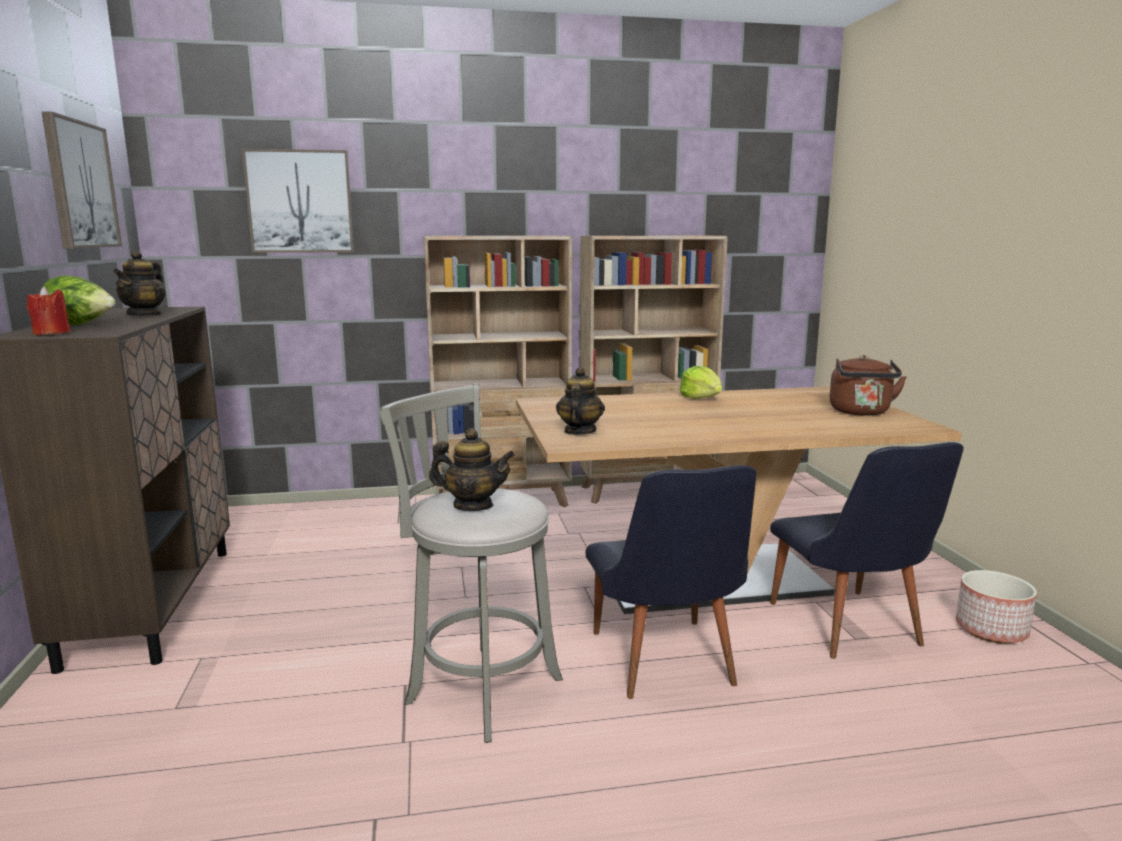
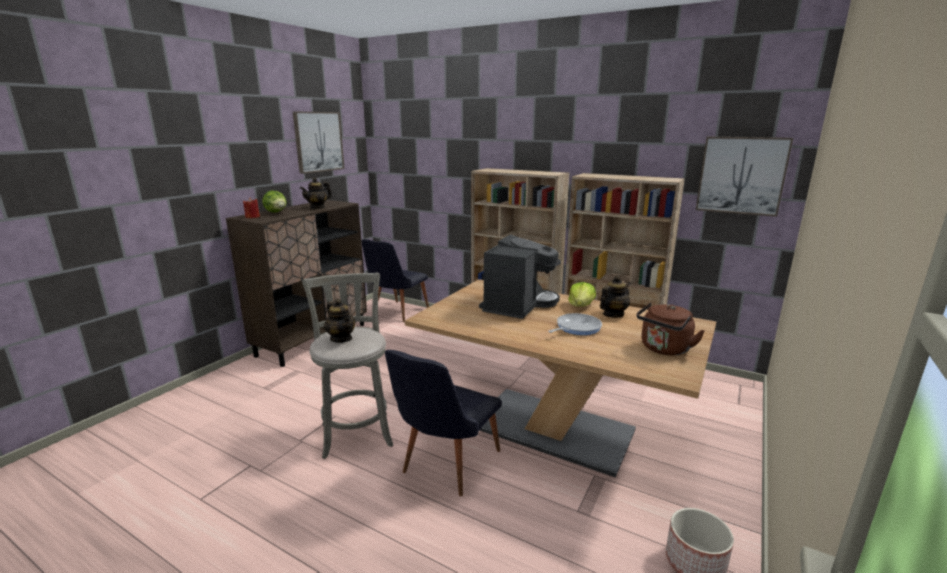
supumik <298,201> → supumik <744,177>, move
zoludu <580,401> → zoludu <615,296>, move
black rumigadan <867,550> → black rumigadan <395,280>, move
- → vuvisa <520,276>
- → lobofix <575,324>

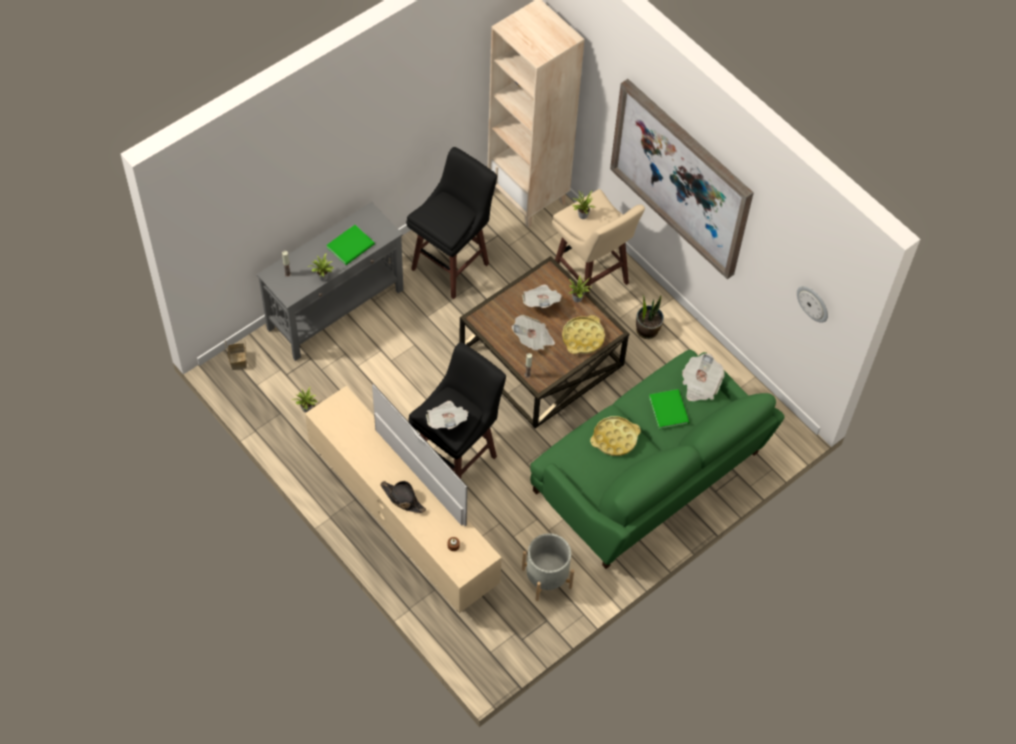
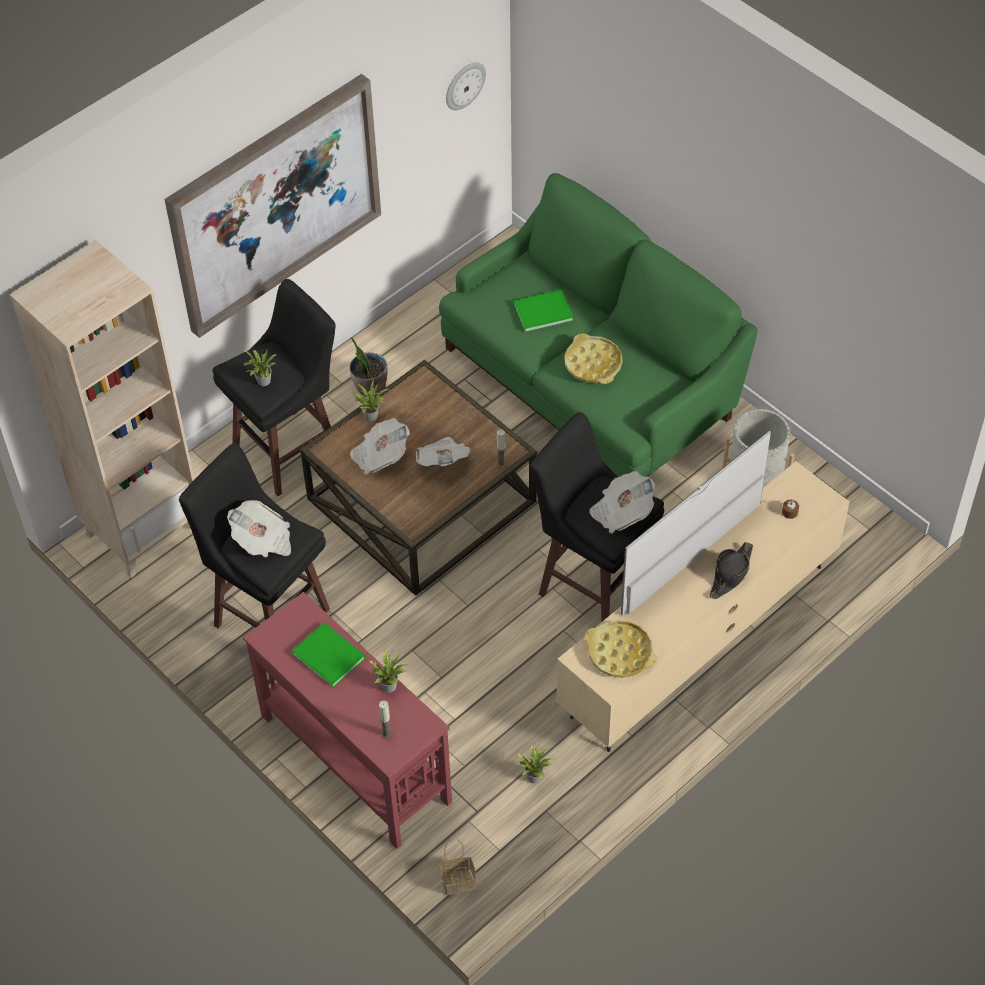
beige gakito <598,241> → black gakito <274,387>
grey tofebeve <330,281> → red tofebeve <347,720>
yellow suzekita <583,334> → yellow suzekita <620,649>, move
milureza <703,377> → milureza <259,528>, move

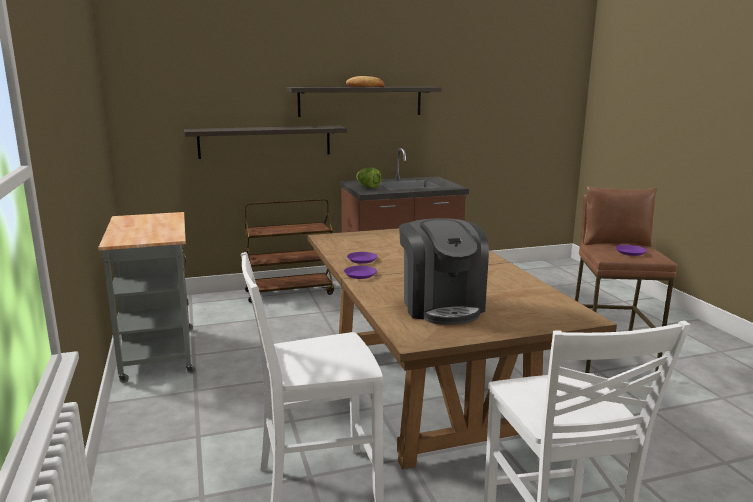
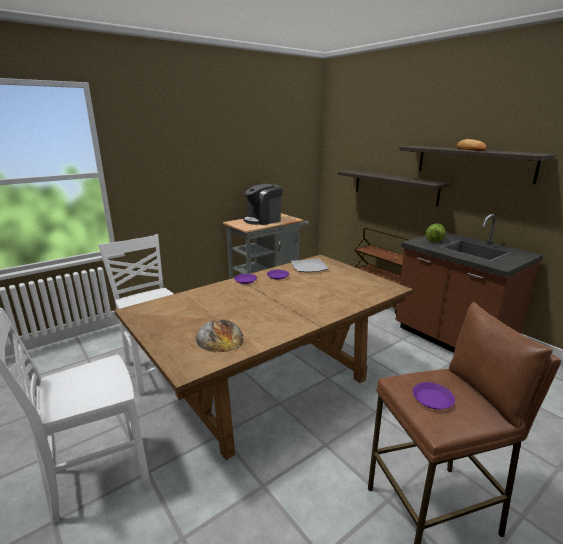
vuvisa <444,271> → vuvisa <263,204>, move
- → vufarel <310,265>
- → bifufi <219,336>

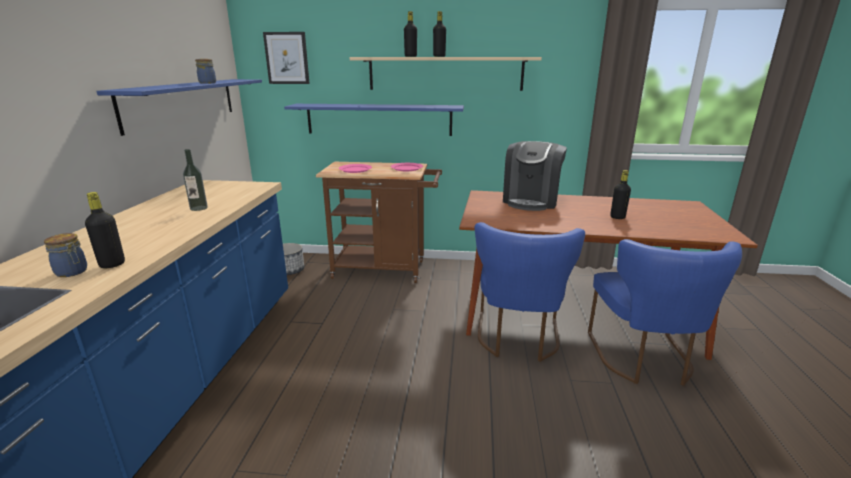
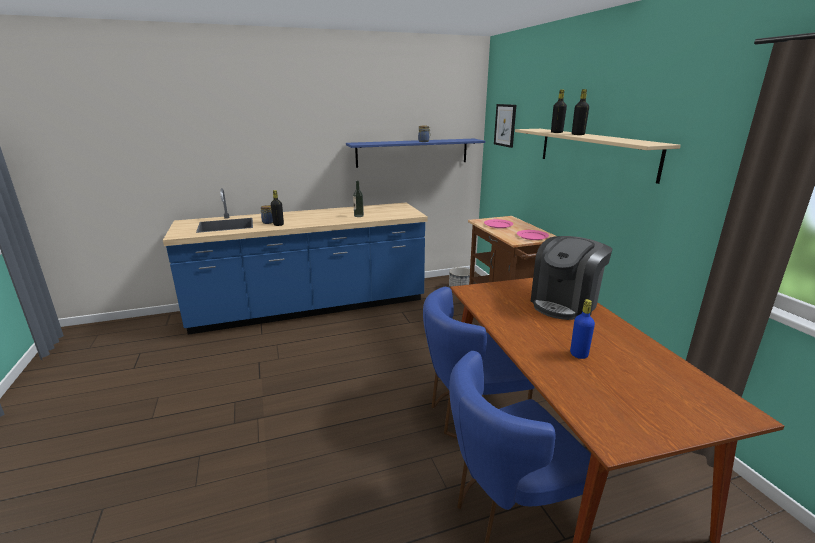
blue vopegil <374,120> → -
vuvisa <535,176> → vuvisa <572,278>, 45 degrees counterclockwise
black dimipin <620,194> → blue dimipin <582,329>

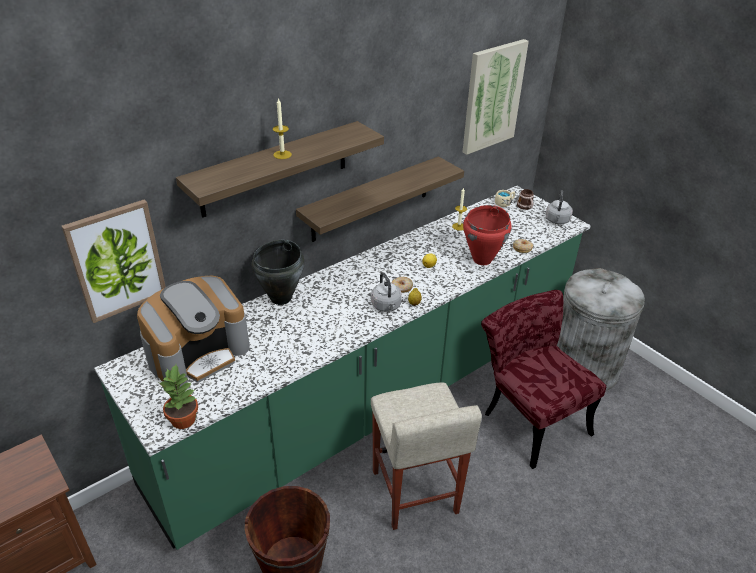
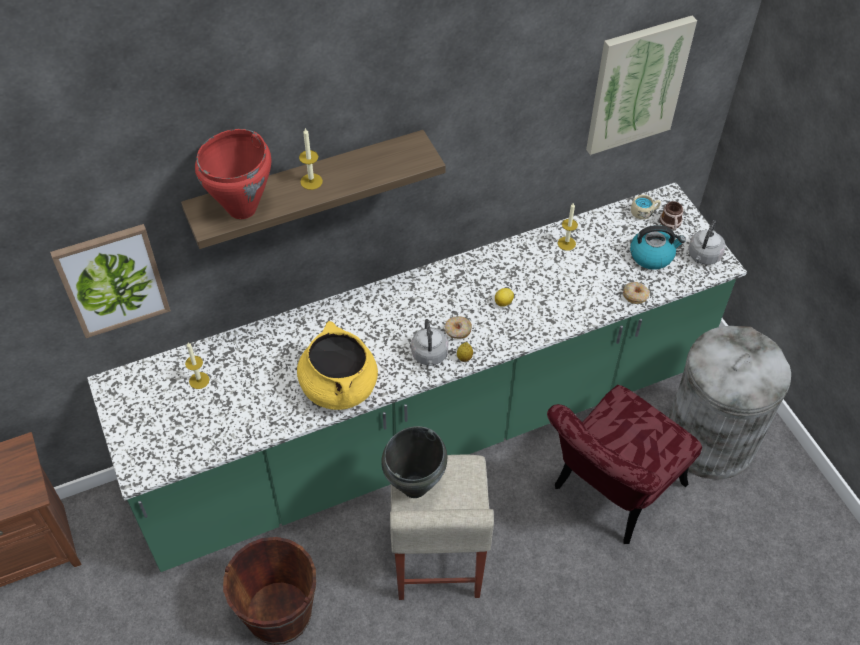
vopegil <380,199> → -
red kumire <487,235> → red kumire <233,174>, move
black kumire <278,272> → black kumire <414,462>, move
vuvisa <193,331> → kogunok <197,365>
red rumigadan <543,379> → red rumigadan <624,464>, 120 degrees counterclockwise
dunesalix <178,397> → -
- → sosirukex <658,247>
- → yellow kumire <337,365>

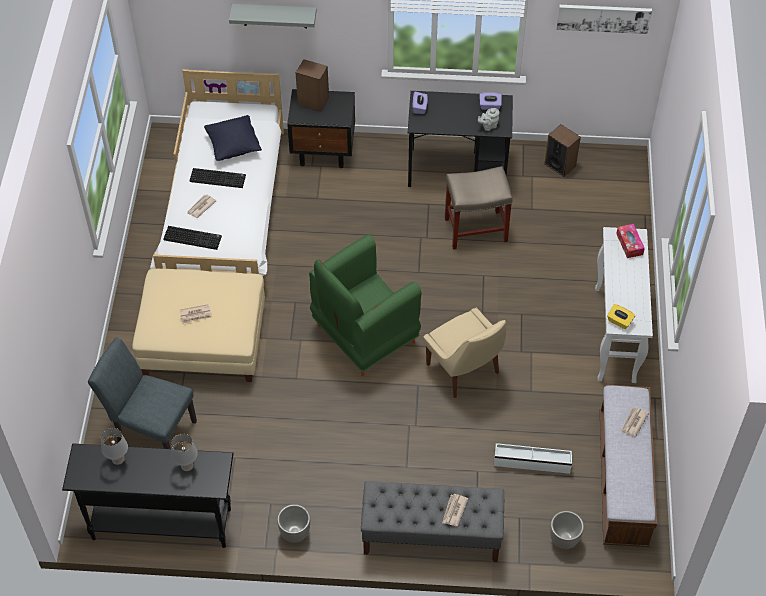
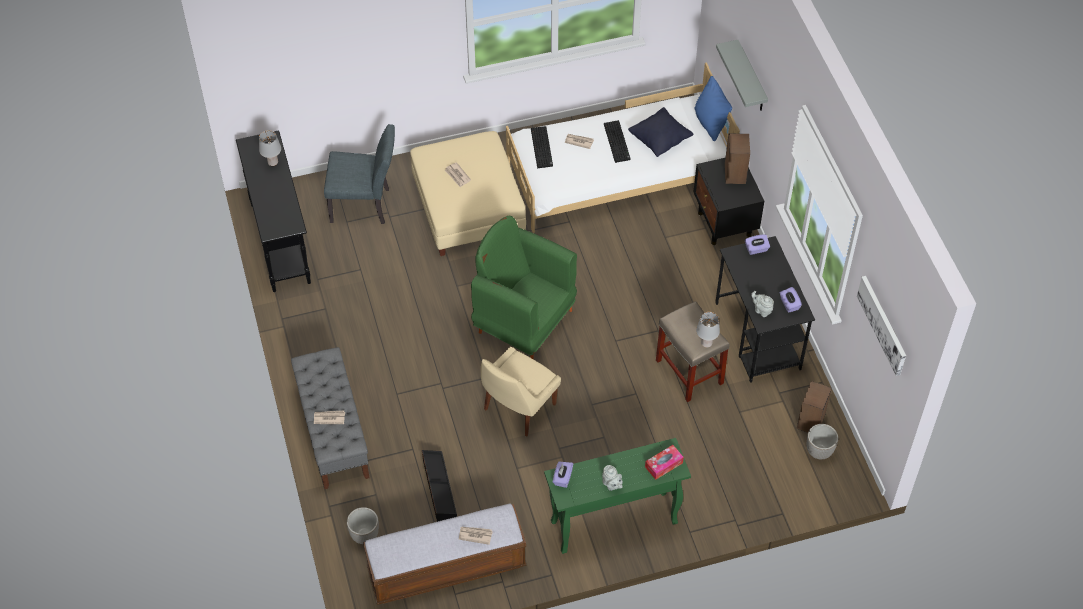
white tofebeve <624,305> → green tofebeve <617,496>
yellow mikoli <621,316> → purple mikoli <563,475>
grey rumigadan <142,393> → grey rumigadan <359,174>, 90 degrees clockwise
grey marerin <184,452> → grey marerin <708,330>, move
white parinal <533,458> → black parinal <439,486>
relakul <293,523> → relakul <822,441>, move
- → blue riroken <713,108>
- → grey zoludu <612,478>

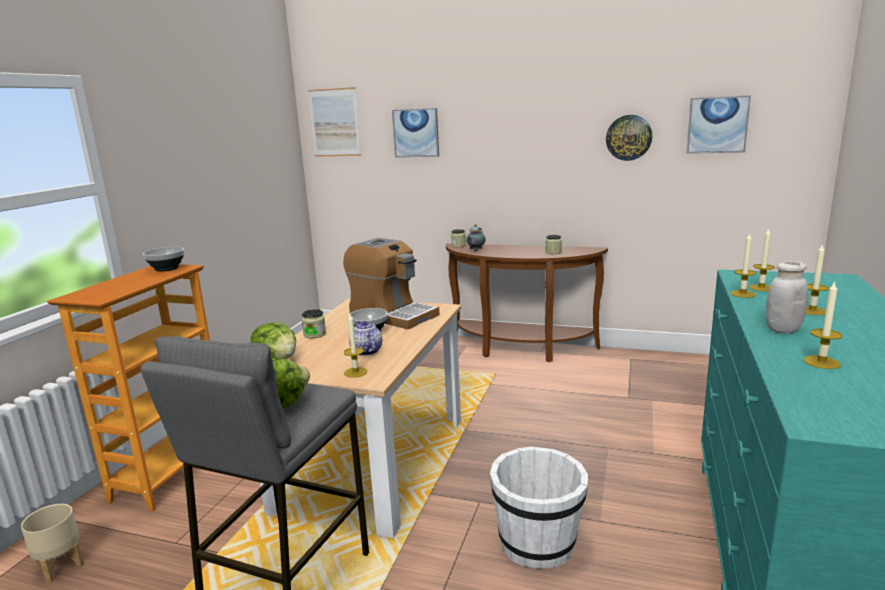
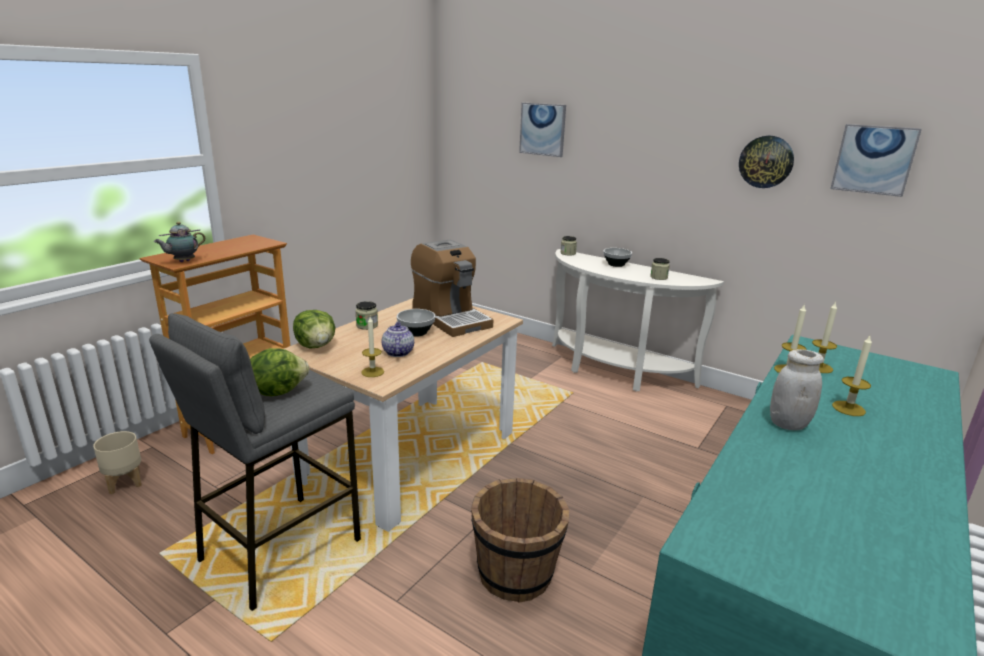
supumik <334,122> → -
zoludu <476,238> → zoludu <179,242>, move
brown tofebeve <527,303> → white tofebeve <638,320>
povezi <163,259> → povezi <617,257>, move
kogunok <823,325> → -
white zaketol <539,507> → brown zaketol <520,540>

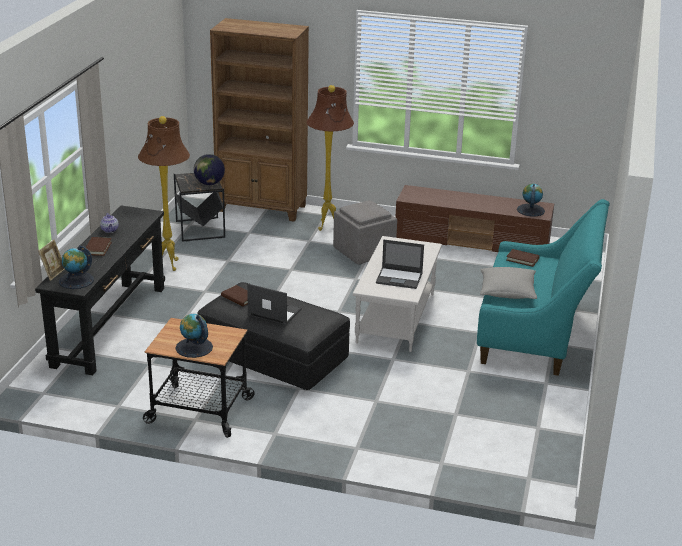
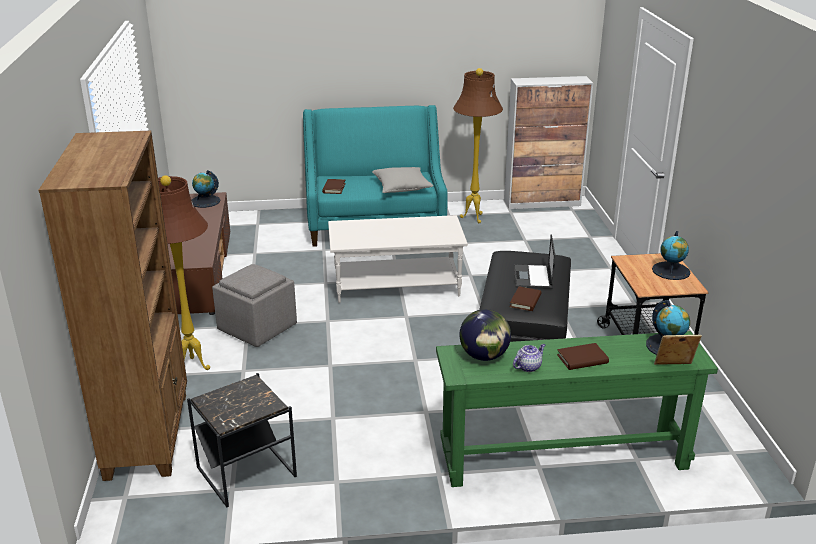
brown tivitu <164,193> → brown tivitu <478,146>, move
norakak <209,169> → norakak <485,335>, move
black tofebeve <100,290> → green tofebeve <577,409>
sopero <400,264> → -
- → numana <548,142>

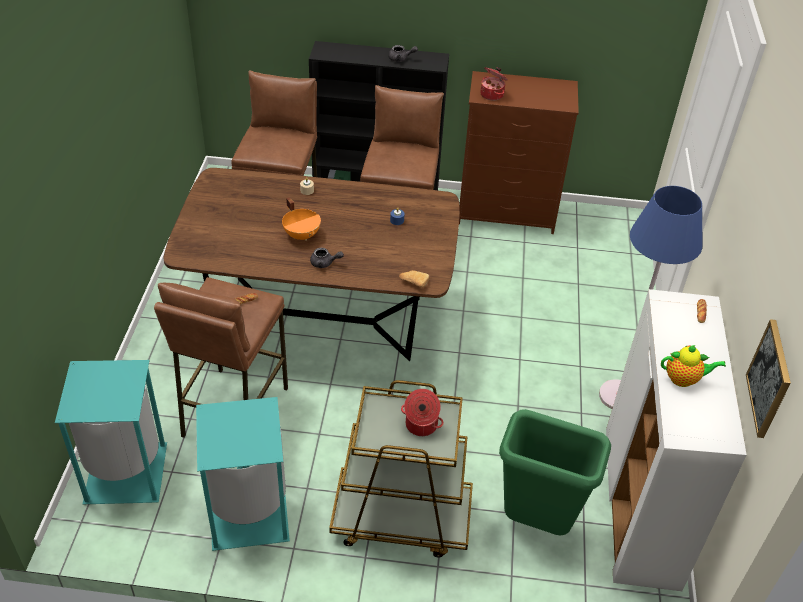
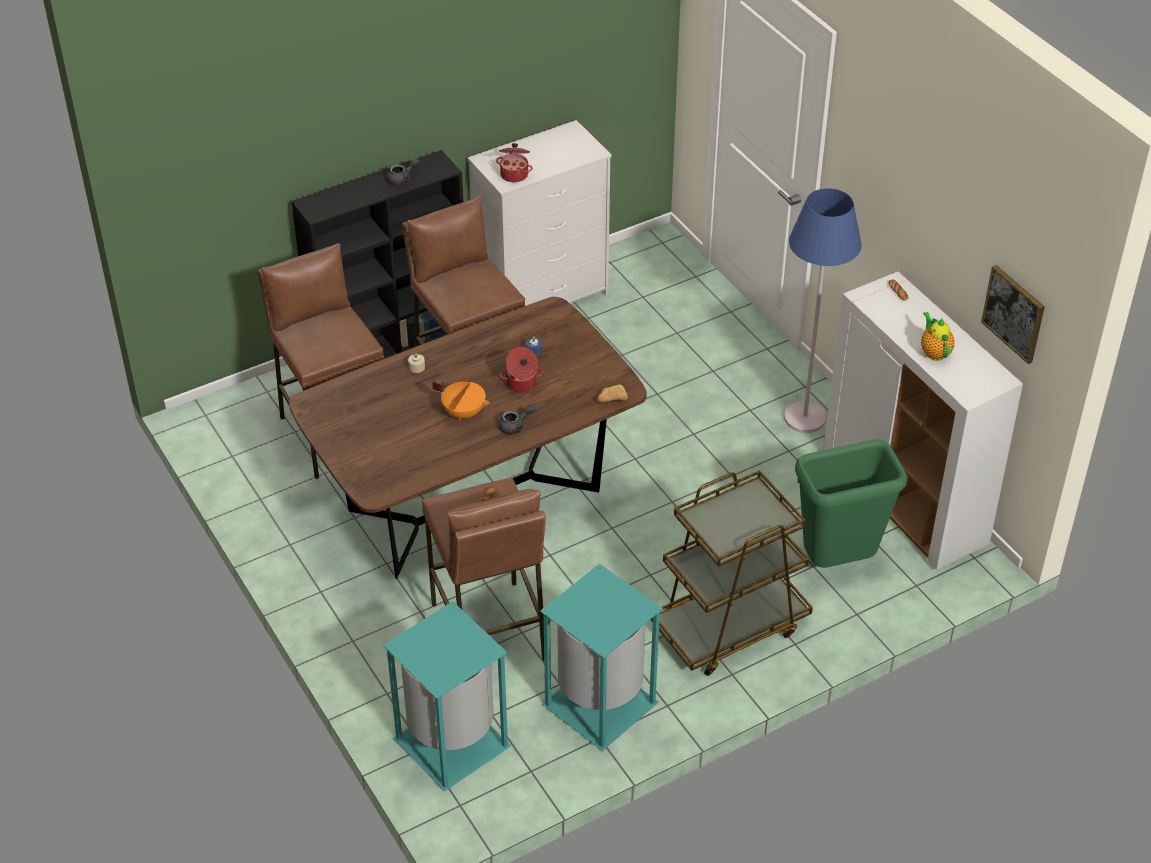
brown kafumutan <519,152> → white kafumutan <540,213>
zoludu <693,366> → zoludu <938,336>, 75 degrees counterclockwise
kumire <422,412> → kumire <521,370>, move

